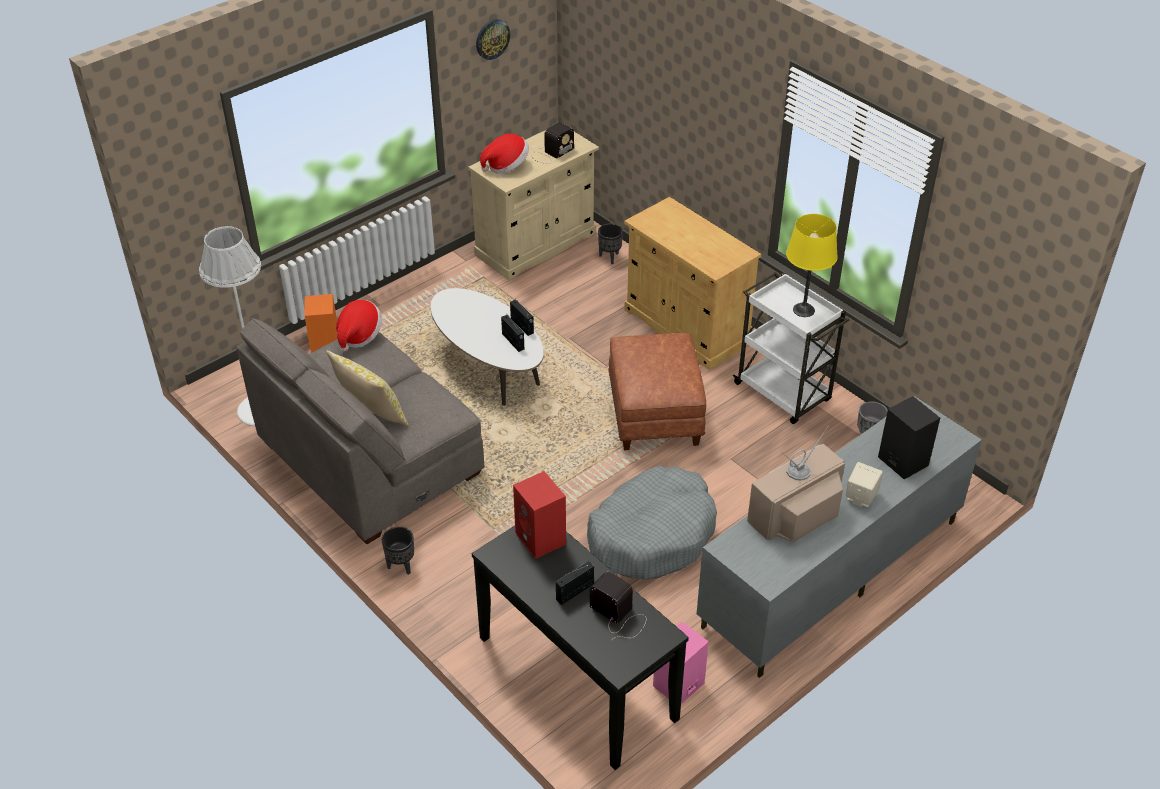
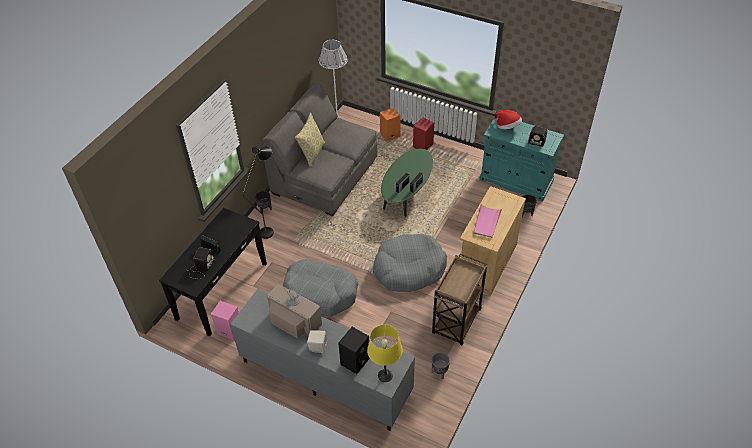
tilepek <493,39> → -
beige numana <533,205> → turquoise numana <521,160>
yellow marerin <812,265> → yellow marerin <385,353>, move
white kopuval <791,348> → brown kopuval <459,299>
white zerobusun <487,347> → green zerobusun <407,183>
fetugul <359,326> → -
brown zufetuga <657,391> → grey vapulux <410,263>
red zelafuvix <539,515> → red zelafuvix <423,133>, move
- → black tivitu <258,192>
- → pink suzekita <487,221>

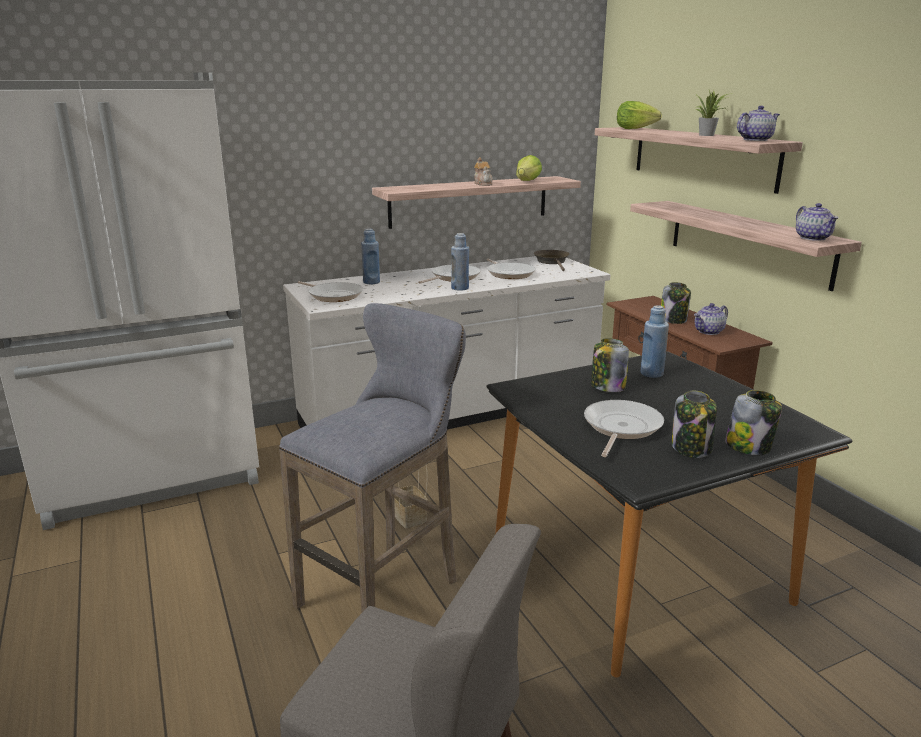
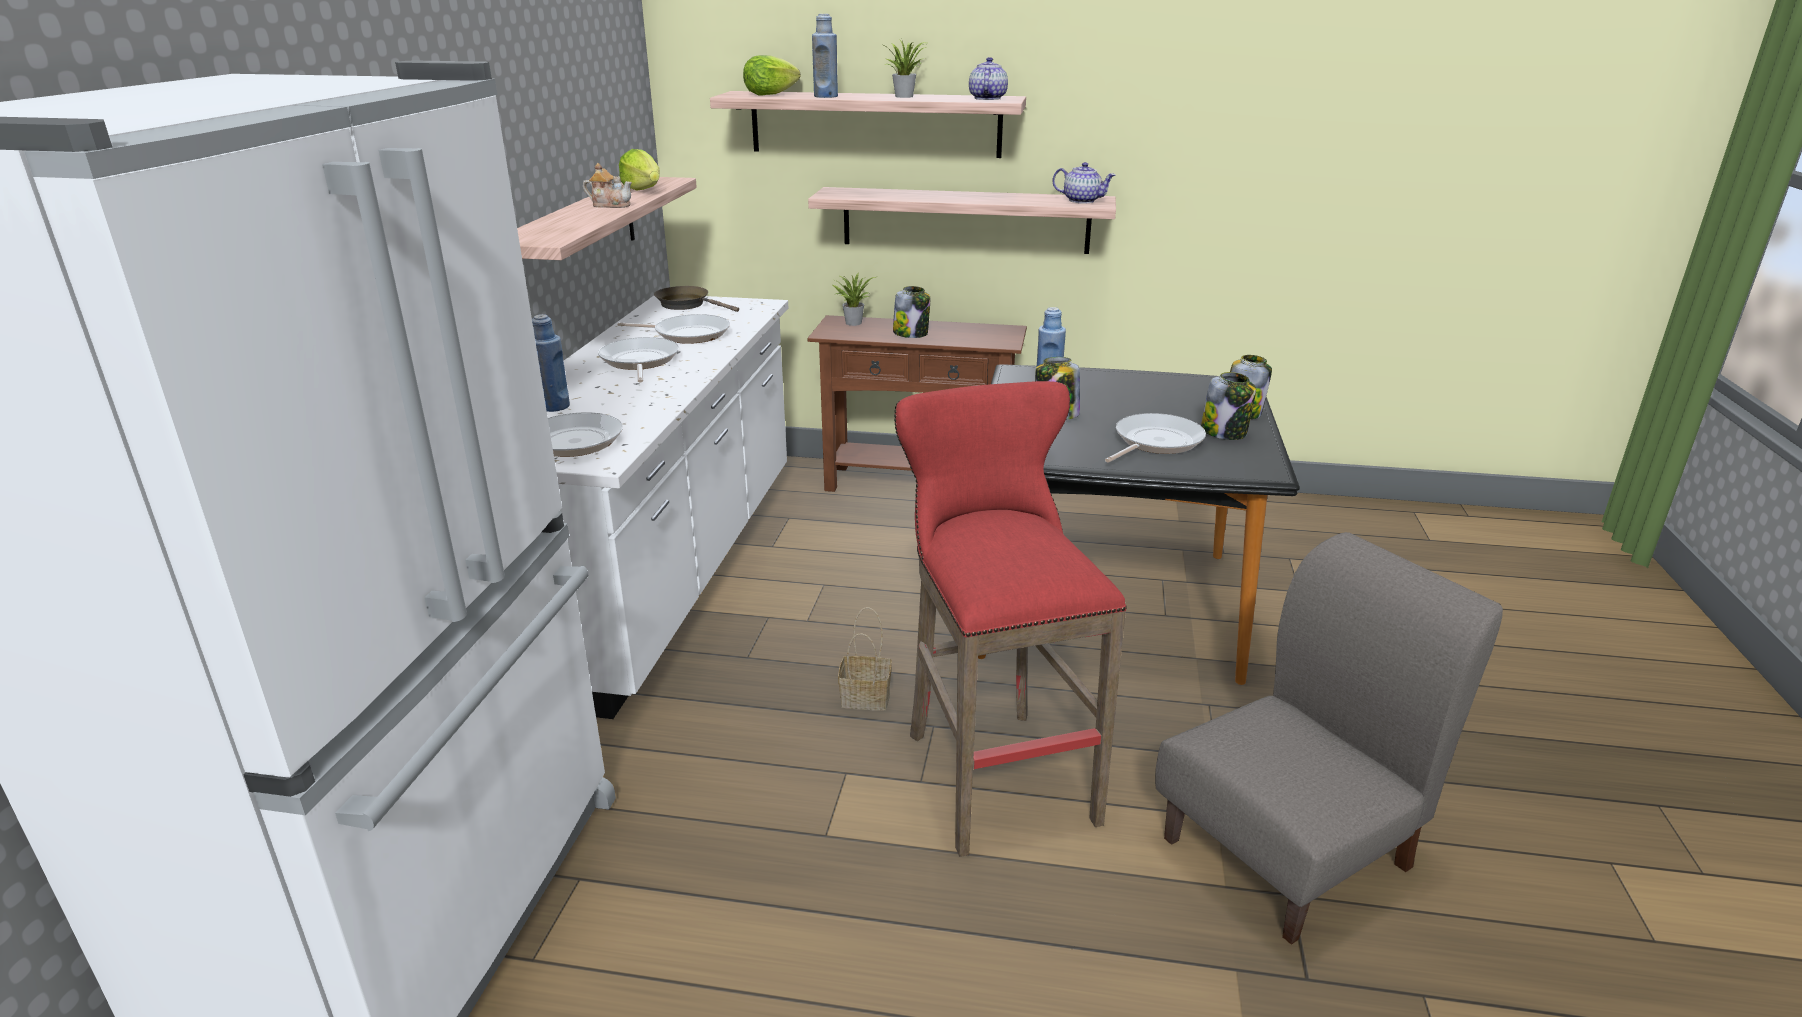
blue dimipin <460,262> → blue dimipin <825,56>, move
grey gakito <372,458> → red gakito <1010,619>
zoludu <711,319> → -
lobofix <624,428> → lobofix <1155,438>, 75 degrees clockwise
- → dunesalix <854,299>

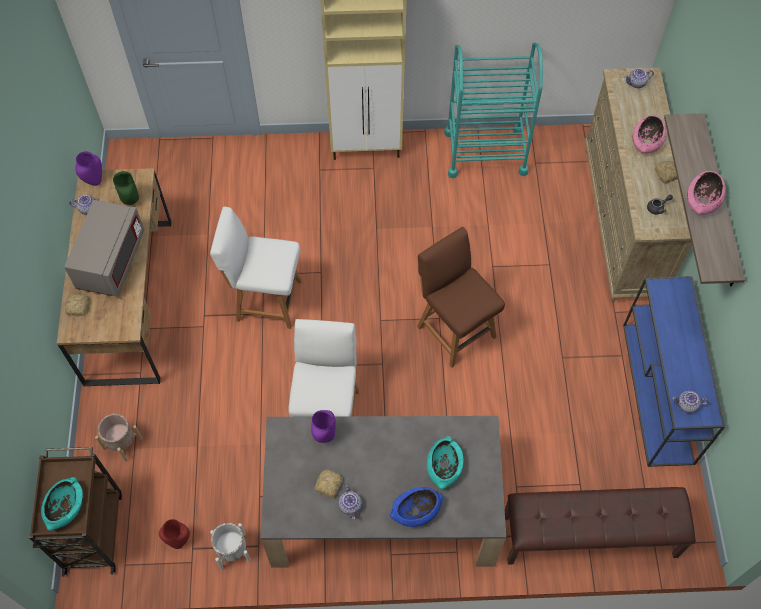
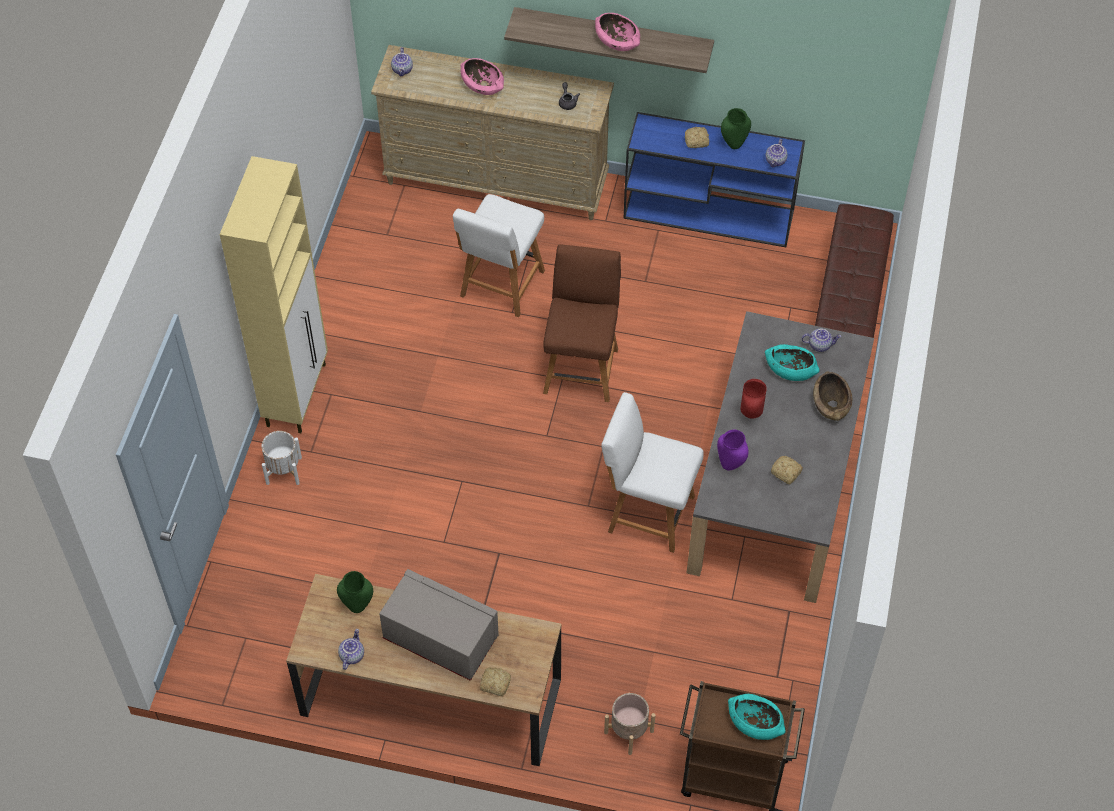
turquoise kopuval <493,110> → -
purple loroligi <88,168> → -
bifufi <666,172> → bifufi <697,137>, move
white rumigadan <256,267> → white rumigadan <499,255>, move
brown rumigadan <461,297> → brown rumigadan <582,323>, 120 degrees clockwise
zoludu <350,501> → zoludu <821,340>, move
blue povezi <416,507> → brown povezi <832,396>
red loroligi <174,534> → red loroligi <754,399>, move
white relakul <230,546> → white relakul <282,458>, move
- → green loroligi <736,128>

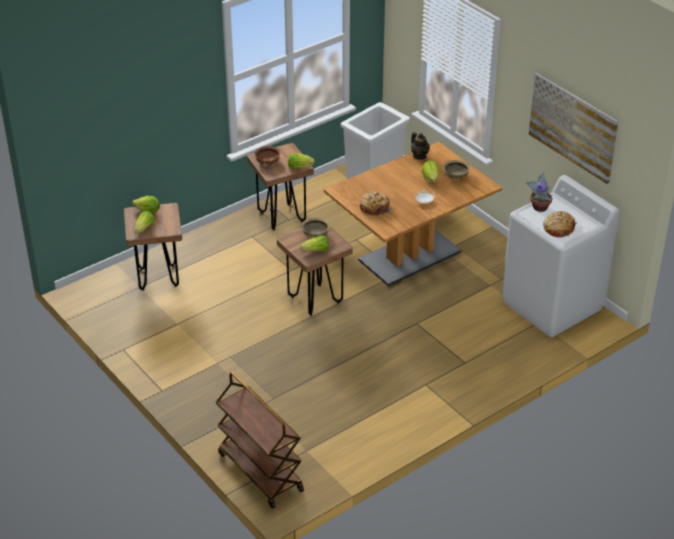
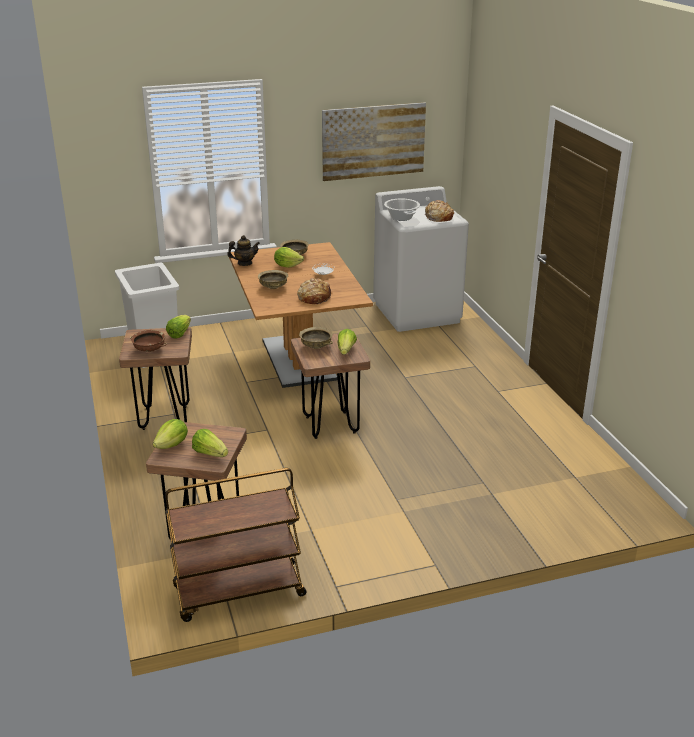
dunesalix <539,191> → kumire <402,210>
brown kopuval <260,440> → brown kopuval <235,545>, move
- → beige povezi <273,279>

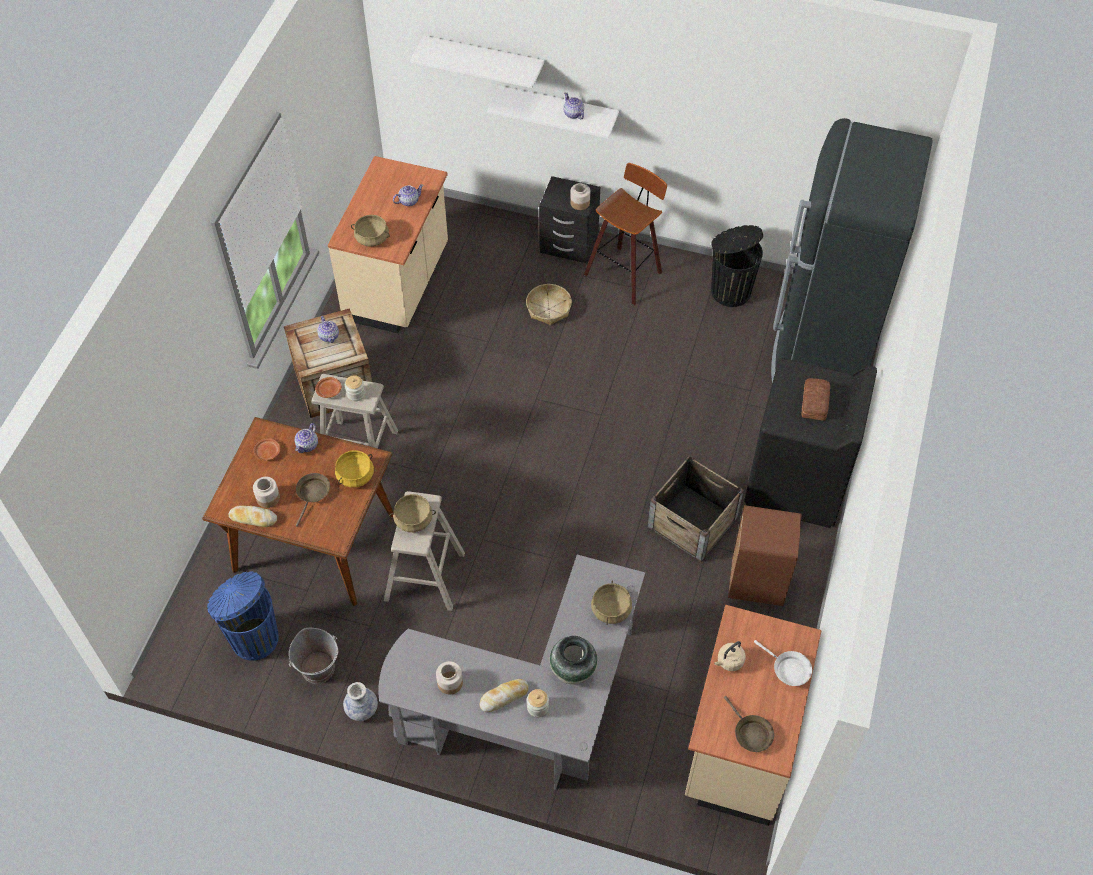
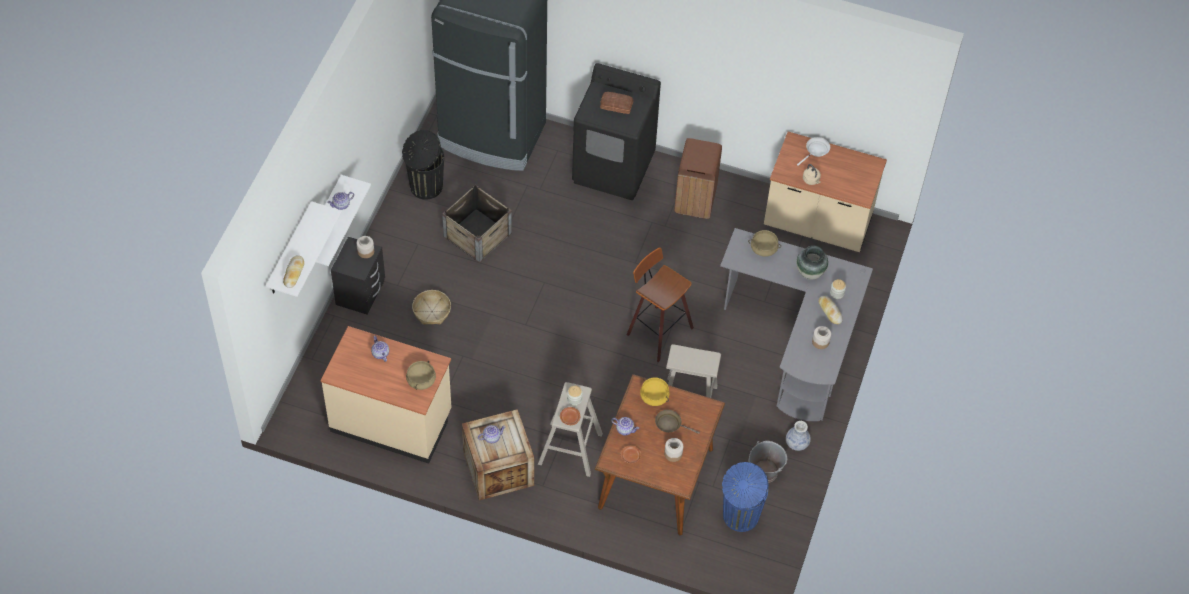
gakito <625,234> → gakito <660,304>, move
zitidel <695,509> → zitidel <477,224>, move
beige kumire <412,513> → -
bifufi <253,516> → bifufi <293,271>, move
brown lobofix <749,724> → -

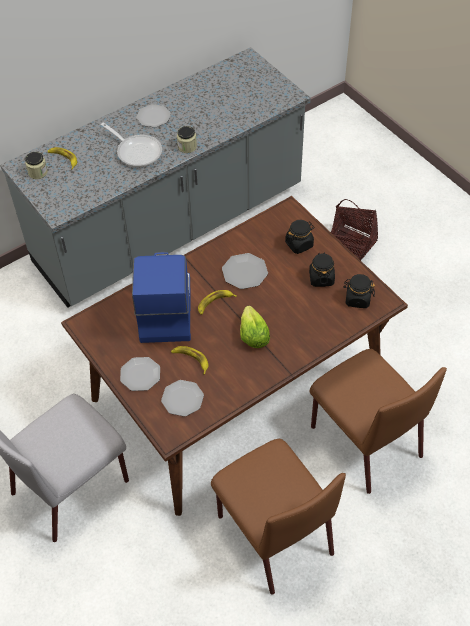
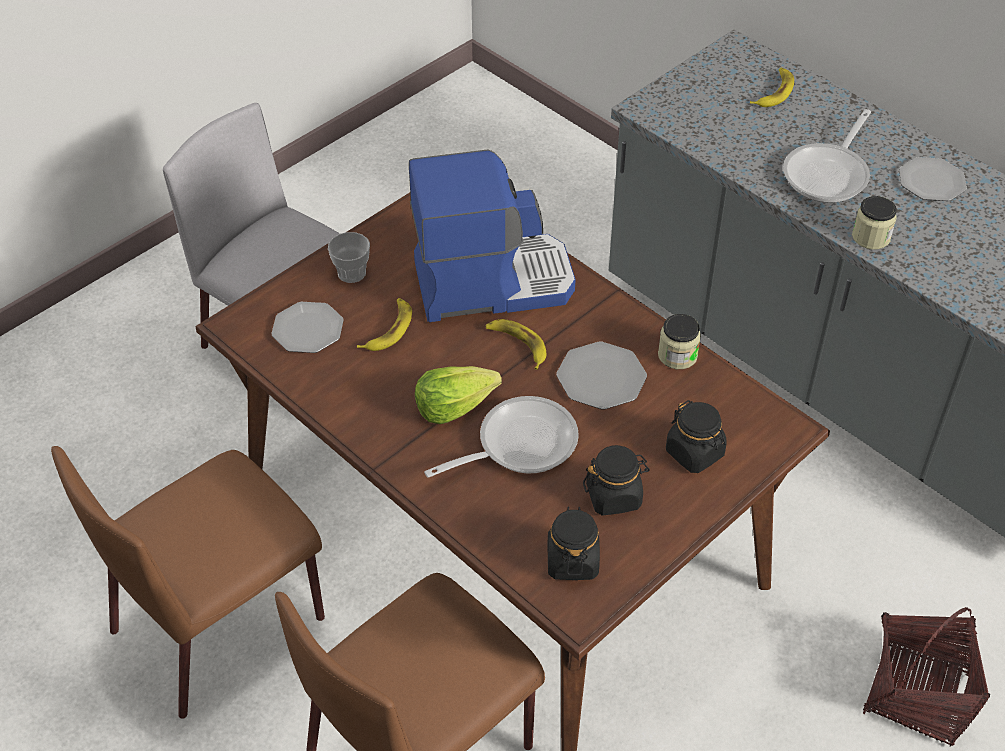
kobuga <36,165> → kobuga <679,341>, move
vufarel <140,374> → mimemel <349,257>
- → lobofix <501,437>

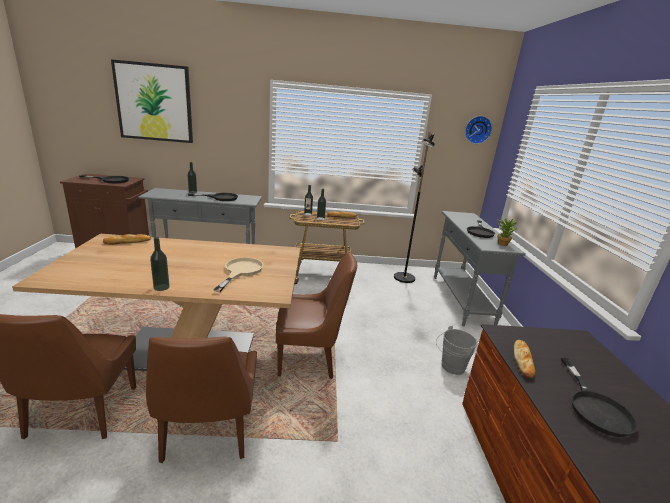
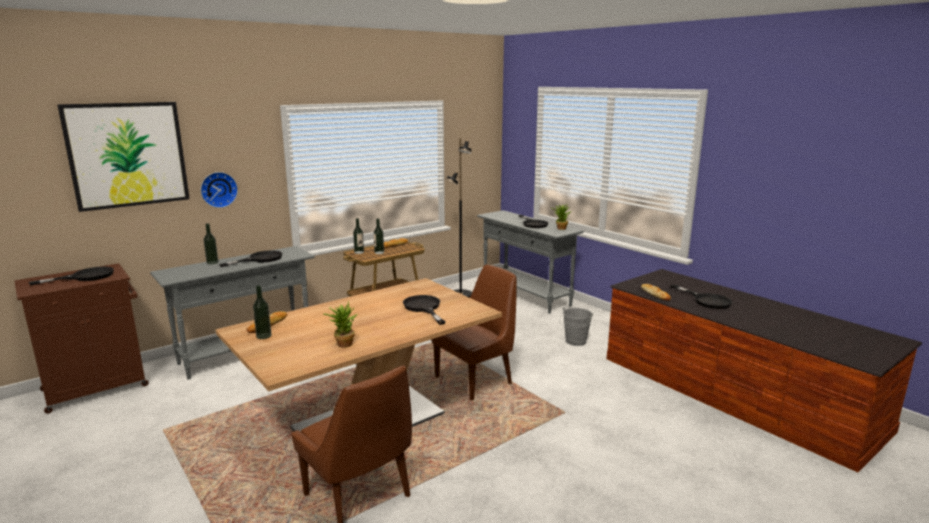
tilepek <478,130> → tilepek <219,190>, move
dimipin <160,264> → dimipin <262,312>, move
beige lobofix <238,274> → black lobofix <424,310>
brown rumigadan <201,400> → -
- → dunesalix <340,325>

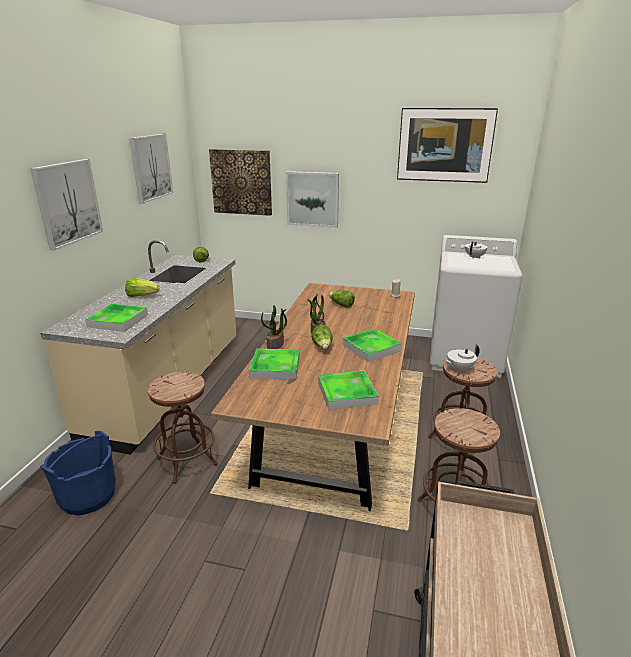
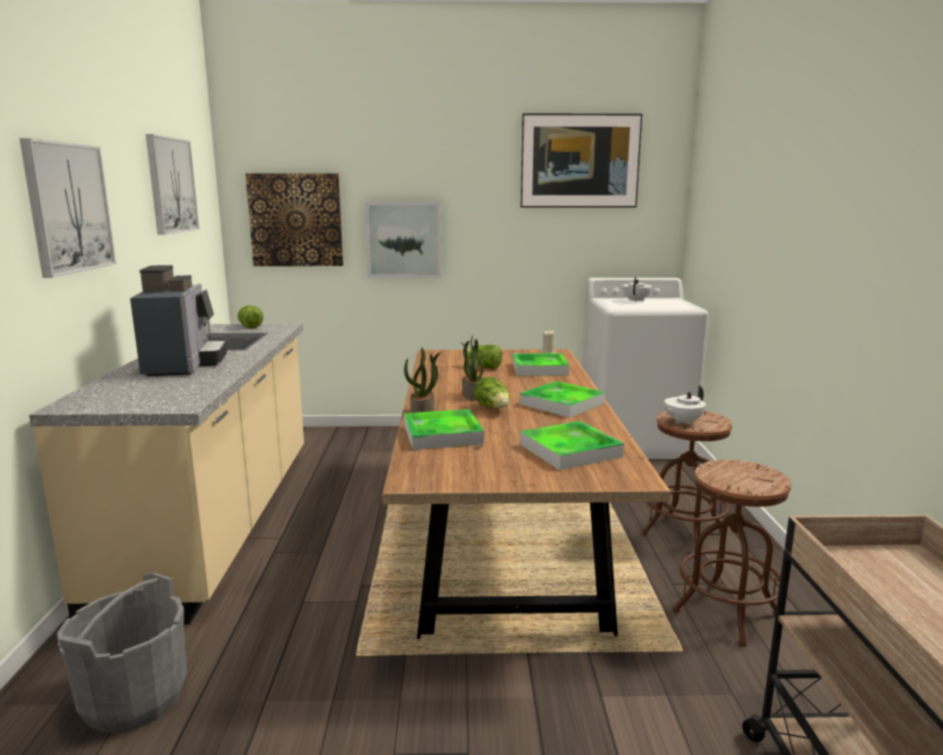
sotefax <142,287> → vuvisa <178,320>
suzekita <116,318> → suzekita <541,364>, move
brown gakito <183,428> → -
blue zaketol <78,473> → grey zaketol <122,652>

